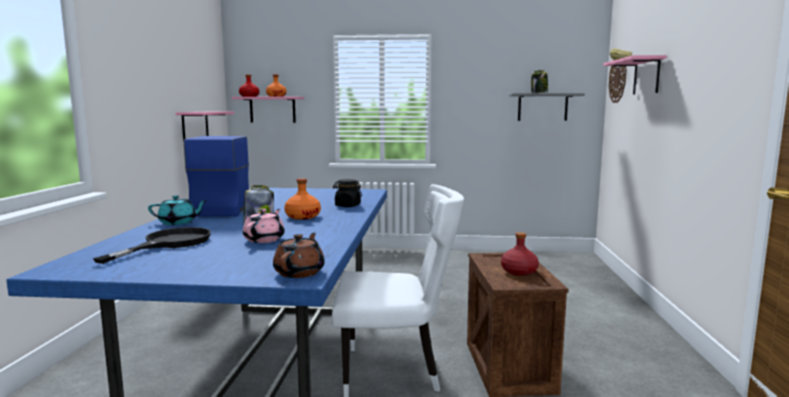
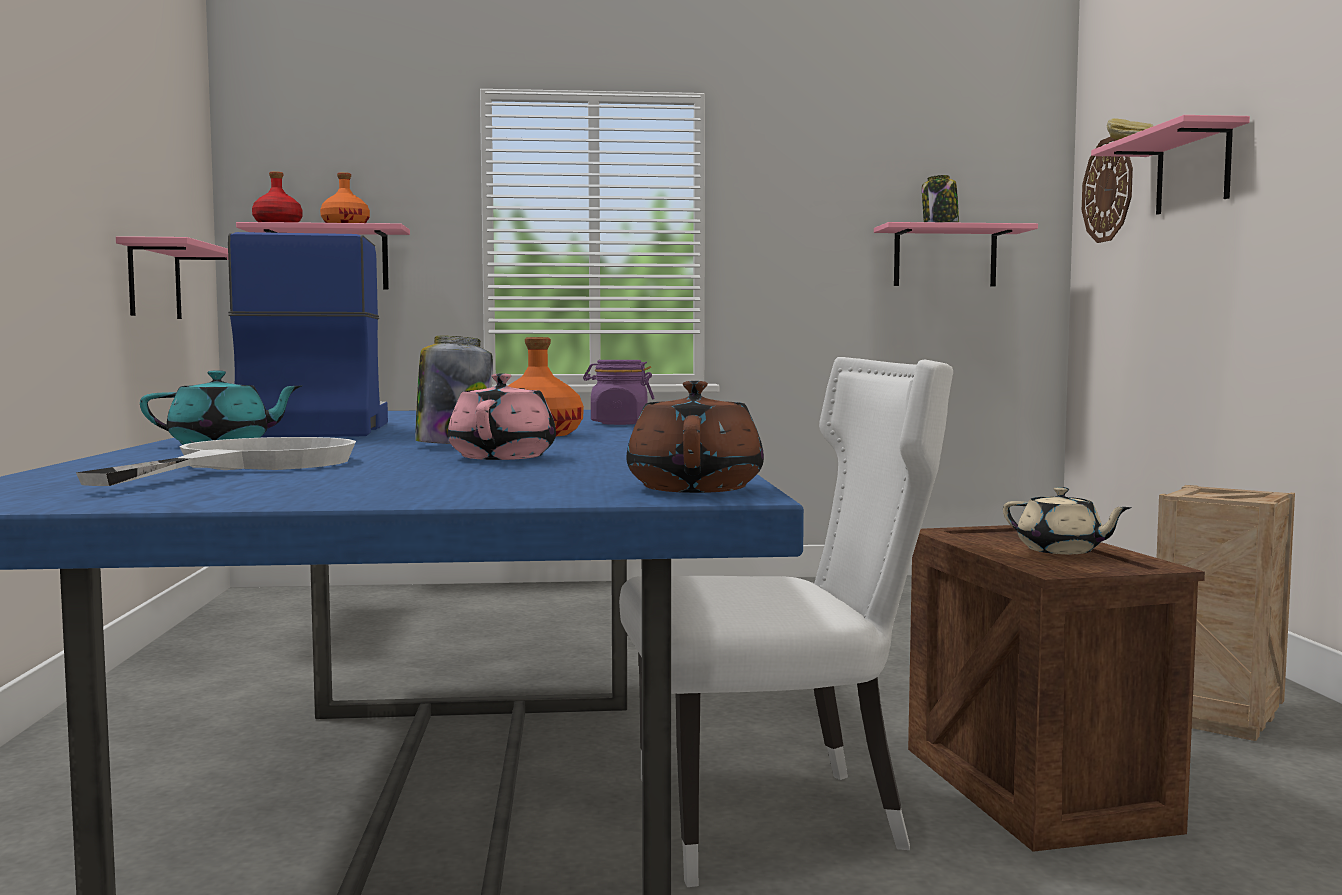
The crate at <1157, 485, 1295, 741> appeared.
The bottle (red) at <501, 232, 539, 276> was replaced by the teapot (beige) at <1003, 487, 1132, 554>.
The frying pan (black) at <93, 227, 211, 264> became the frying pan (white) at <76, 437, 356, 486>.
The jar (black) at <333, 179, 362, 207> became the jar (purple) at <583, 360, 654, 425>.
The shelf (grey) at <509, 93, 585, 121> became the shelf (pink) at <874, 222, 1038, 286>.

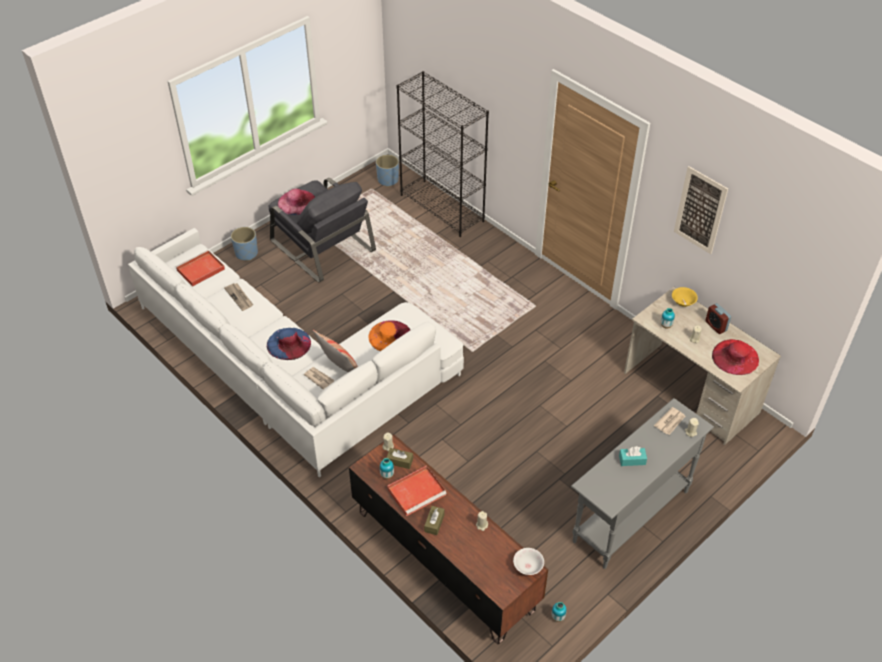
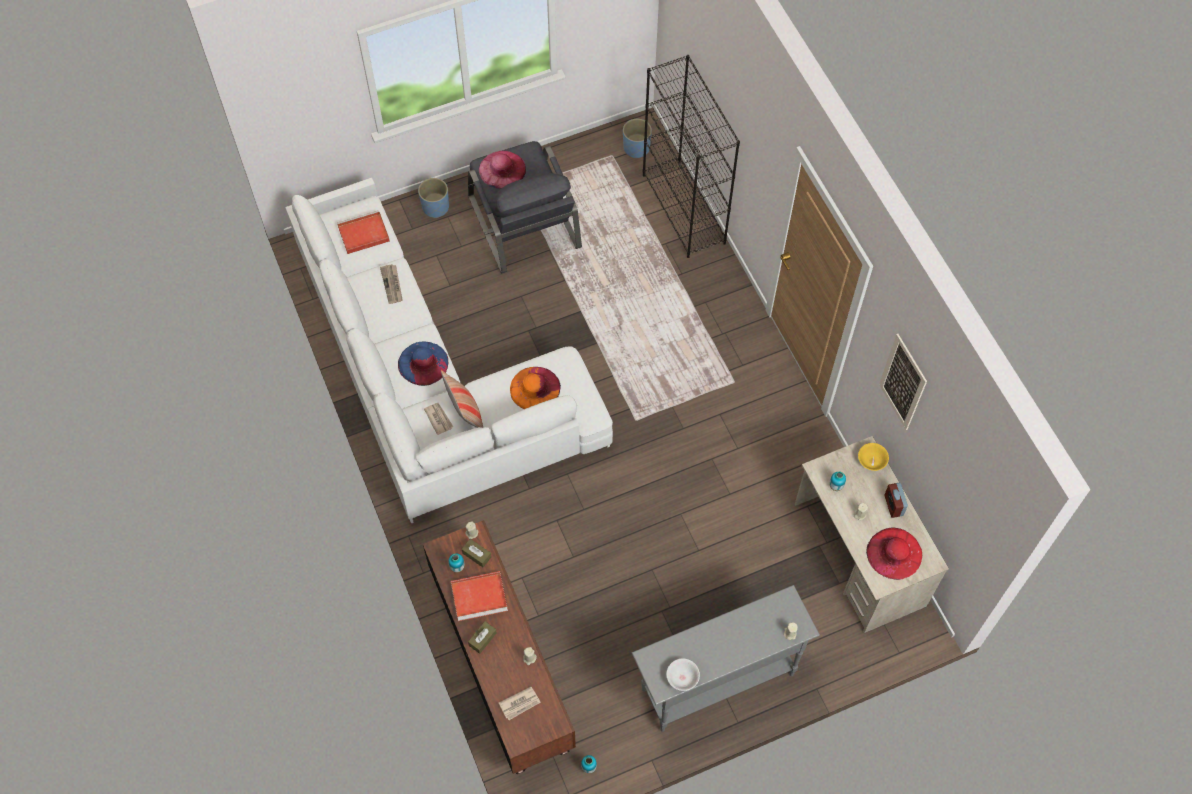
The tissue box (turquoise) at <619, 446, 647, 466> disappeared.
The bowl (white) moved from <513, 548, 544, 575> to <667, 659, 700, 691>.
The newspaper moved from <654, 407, 685, 435> to <499, 687, 541, 720>.

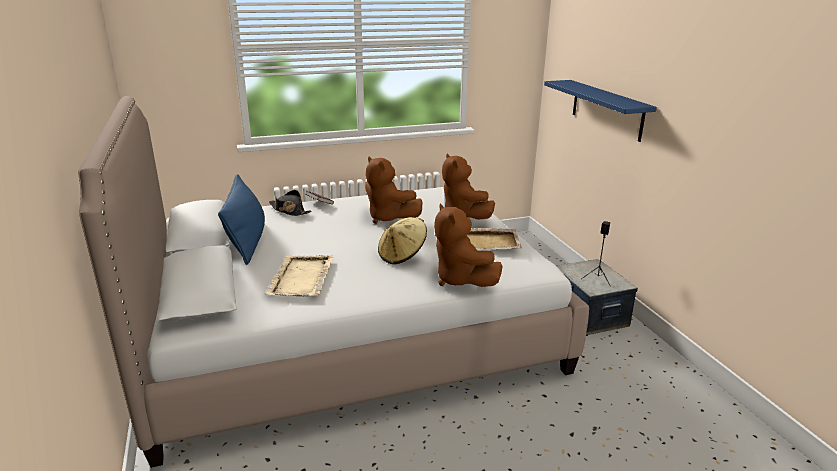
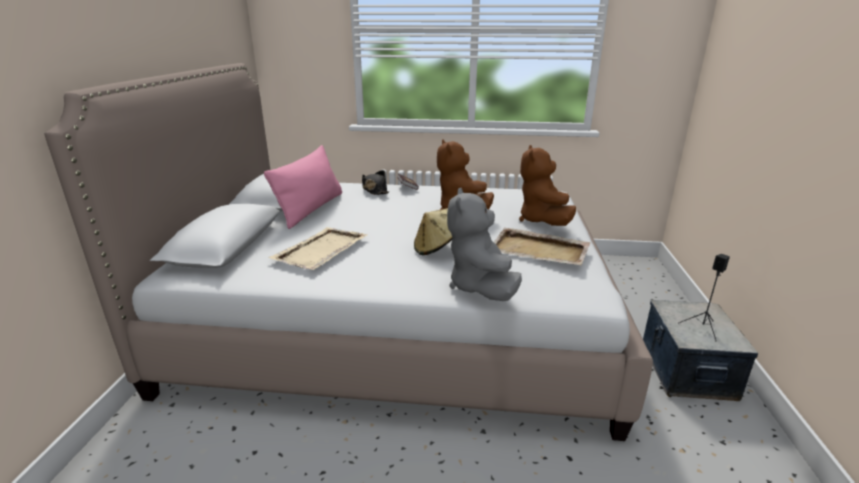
The shelf (blue) at <544, 80, 657, 142> disappeared.
The pillow (blue) at <218, 174, 265, 265> became the pillow (pink) at <264, 145, 342, 229>.
The plush toy (brown) at <434, 203, 503, 287> became the plush toy (grey) at <447, 188, 522, 301>.

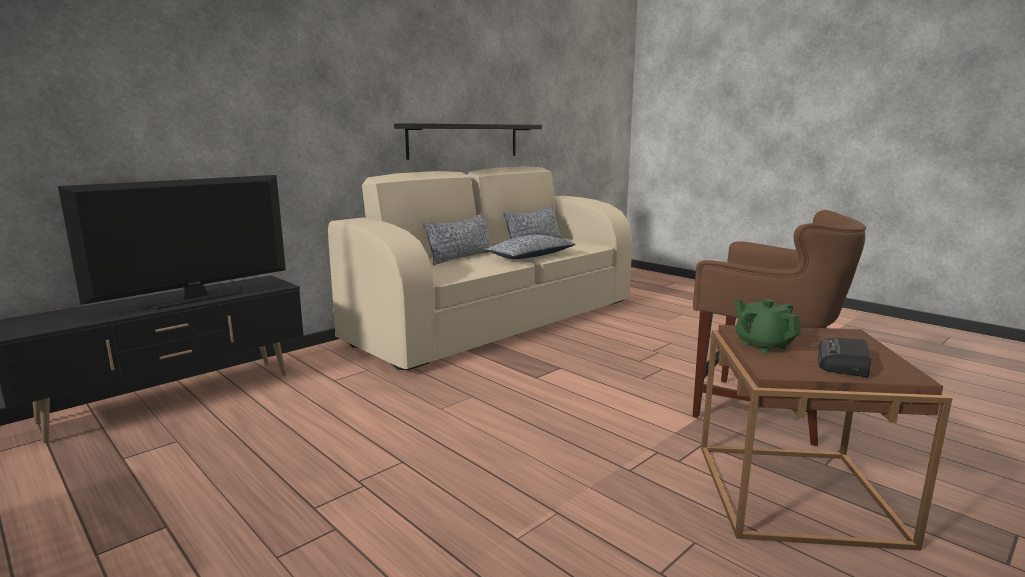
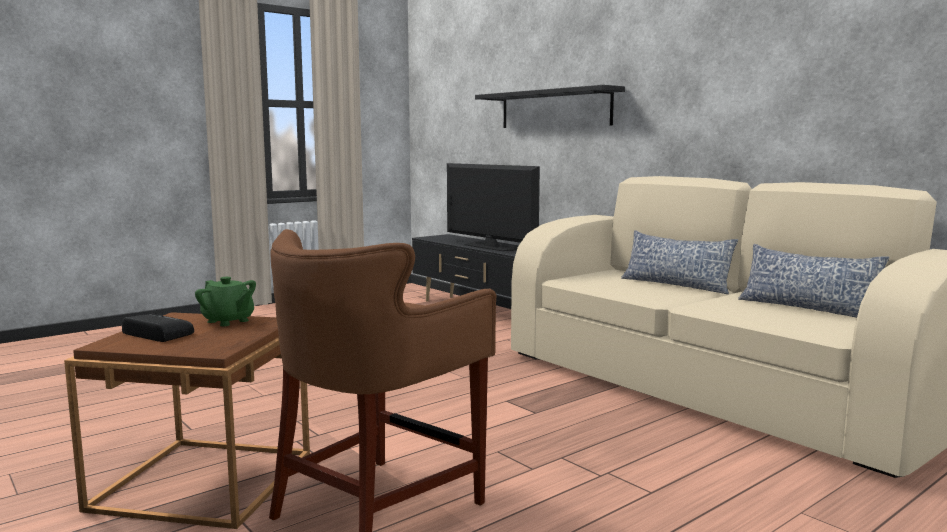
The pillow at <483, 235, 576, 259> disappeared.
The shelf (black) moved from <394, 123, 542, 160> to <475, 85, 625, 128>.
The teapot (green) at <735, 299, 801, 353> turned 60 degrees clockwise.

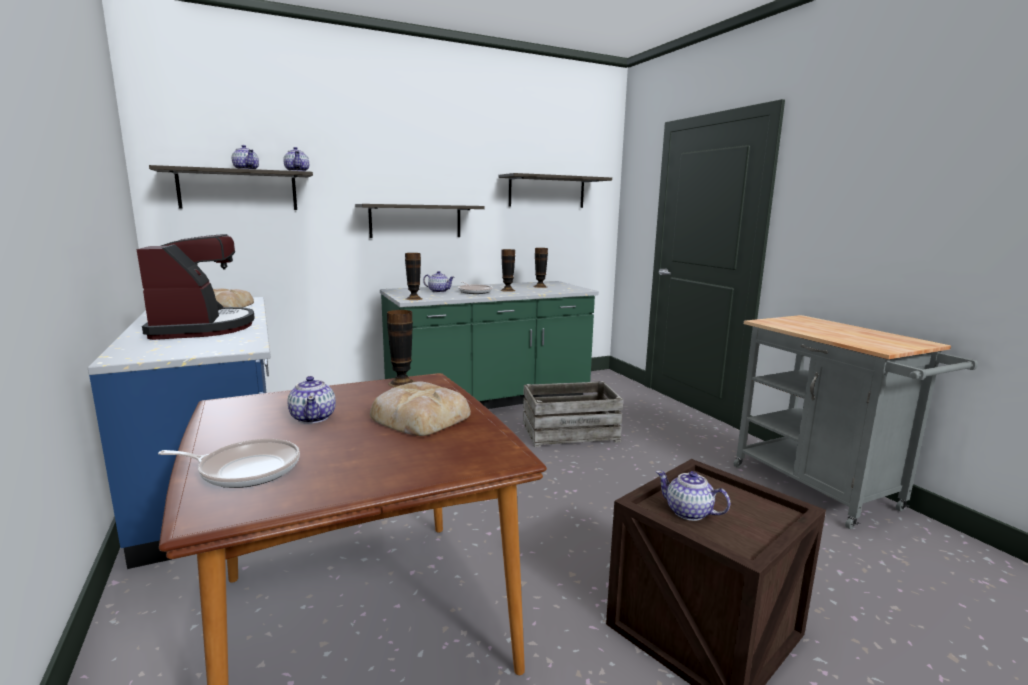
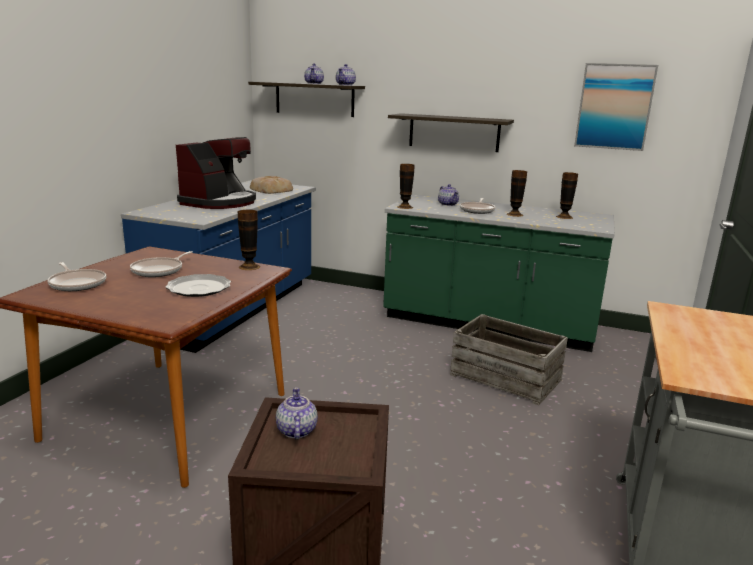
The teapot at <288, 376, 336, 424> was replaced by the frying pan at <130, 251, 193, 277>.
The bread at <370, 381, 471, 436> was replaced by the plate at <166, 274, 231, 297>.
The shelf at <499, 173, 612, 208> was replaced by the picture at <574, 63, 658, 151>.

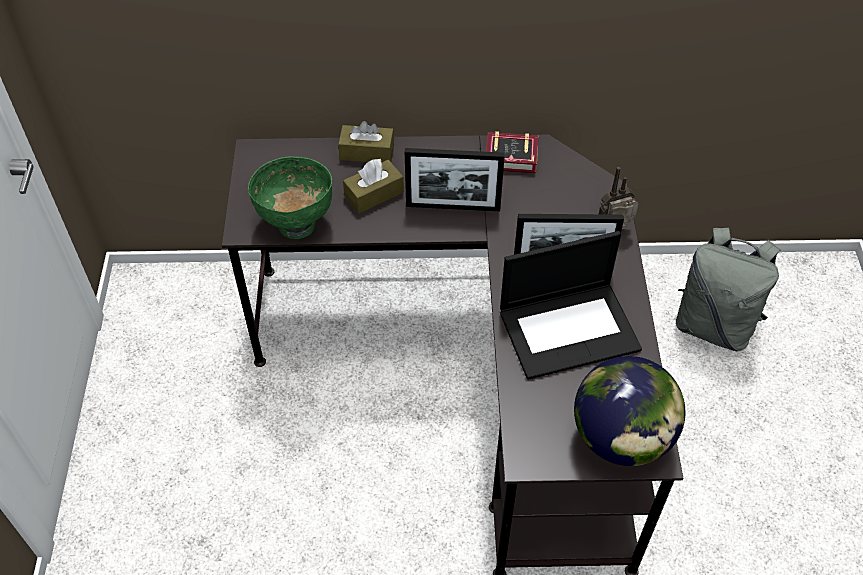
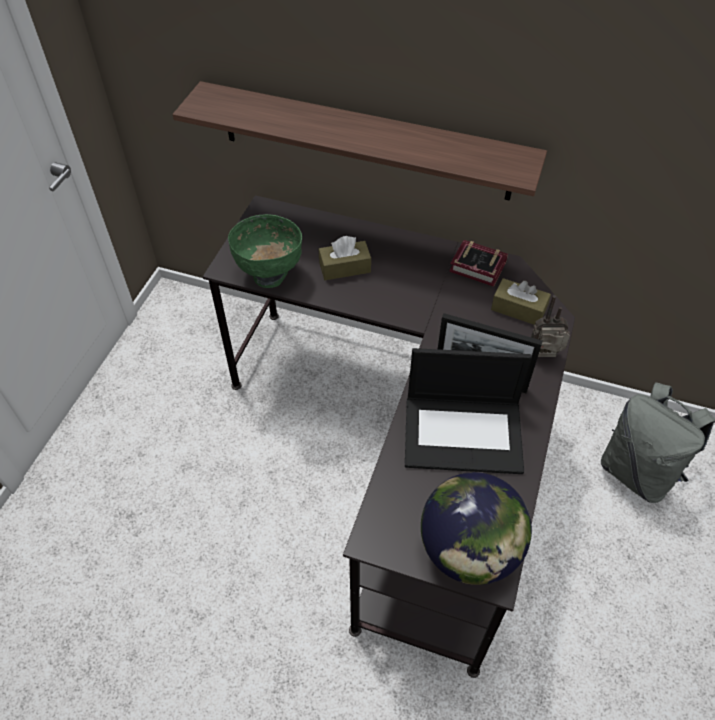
The picture frame at <405, 148, 505, 211> disappeared.
The shelf at <173, 81, 547, 201> appeared.
The tissue box (brown) moved from <338, 121, 394, 163> to <491, 278, 551, 325>.

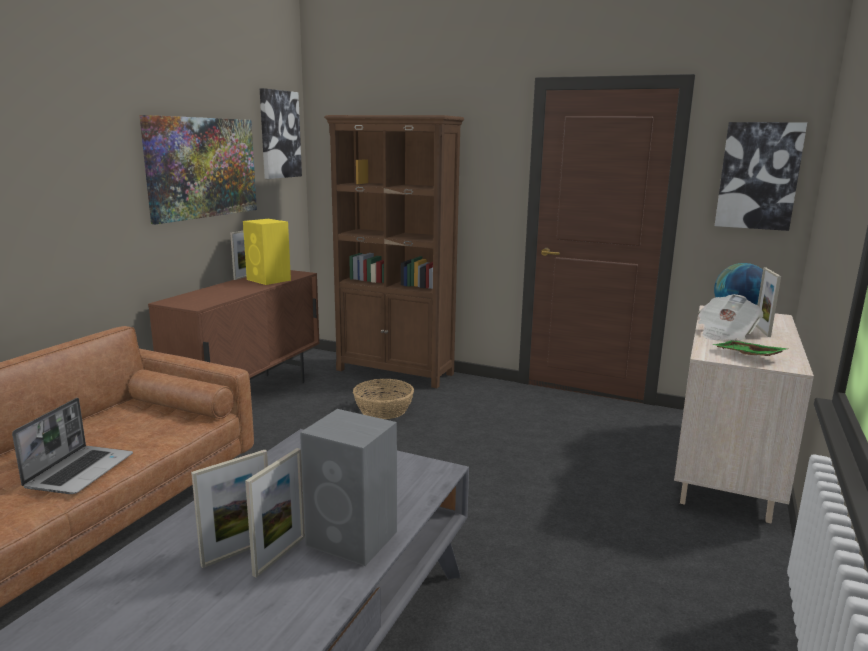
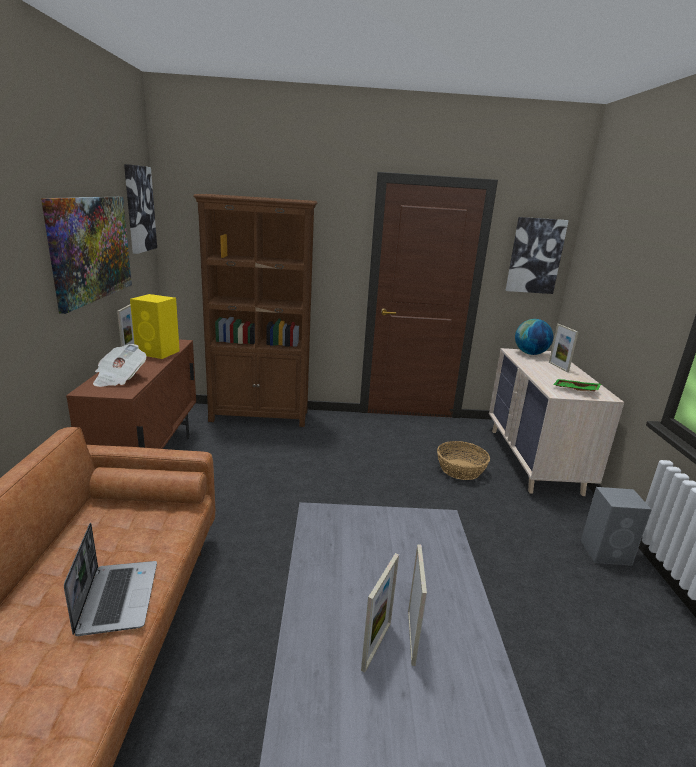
The speaker (grey) moved from <300, 409, 397, 566> to <581, 487, 652, 566>.
The basket moved from <353, 379, 414, 419> to <437, 441, 490, 480>.
The newspaper moved from <698, 294, 764, 340> to <93, 344, 146, 387>.

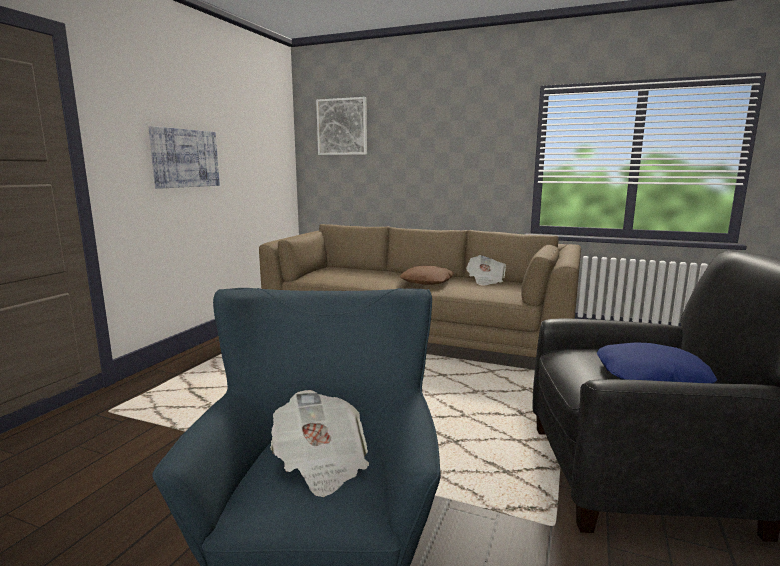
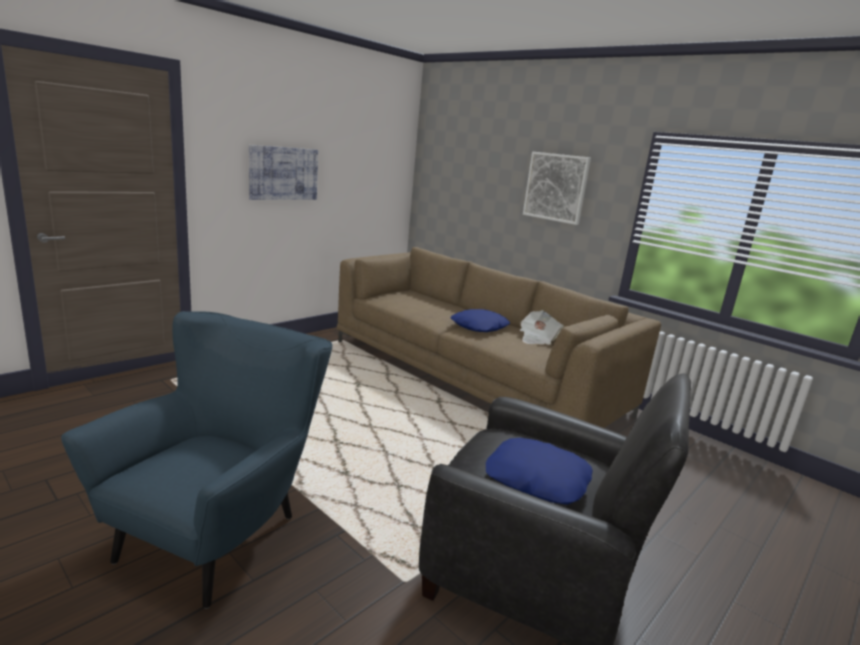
The newspaper at <270, 390, 369, 497> disappeared.
The picture moved from <316, 97, 367, 155> to <523, 152, 591, 225>.
The pillow (brown) at <400, 266, 454, 285> became the pillow (blue) at <450, 309, 510, 332>.

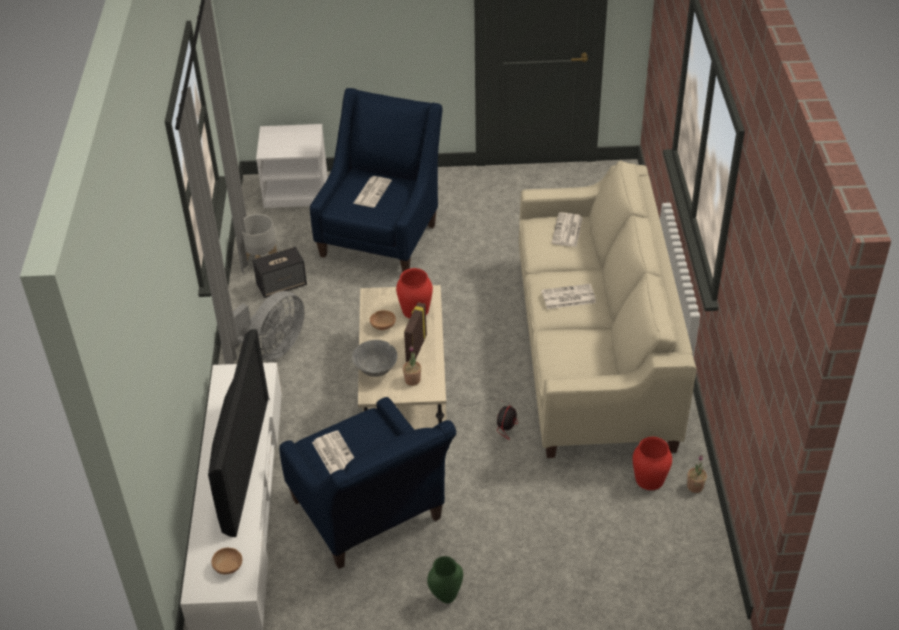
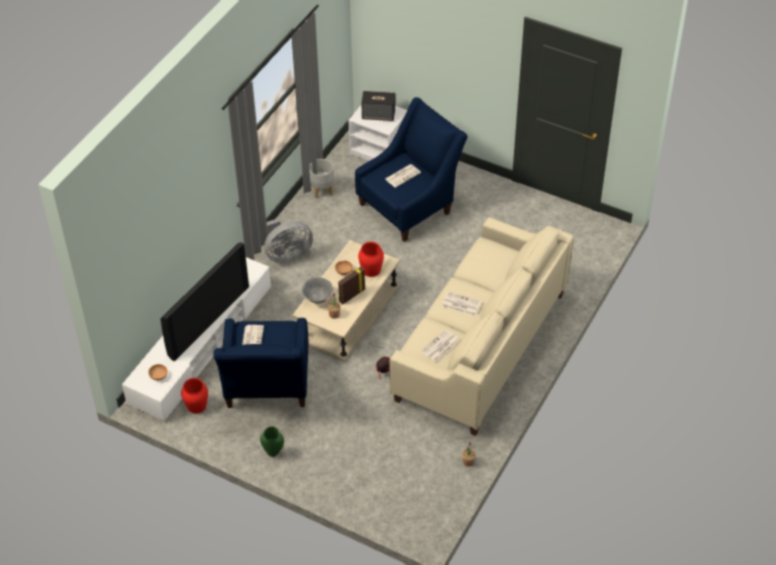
The speaker moved from <253, 247, 307, 298> to <361, 91, 395, 121>.
The newspaper moved from <552, 212, 583, 247> to <421, 330, 460, 362>.
The vase (red) moved from <633, 437, 672, 490> to <181, 378, 208, 414>.

